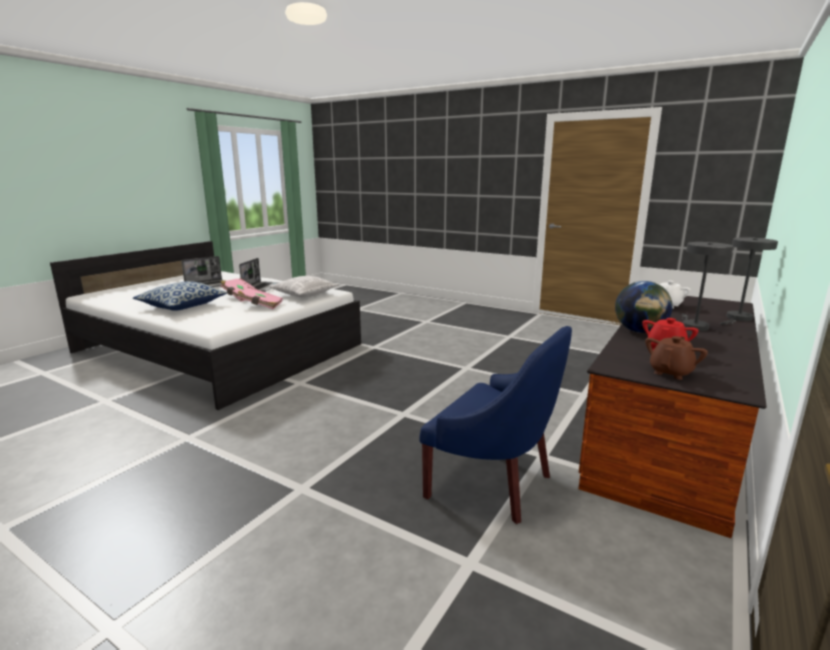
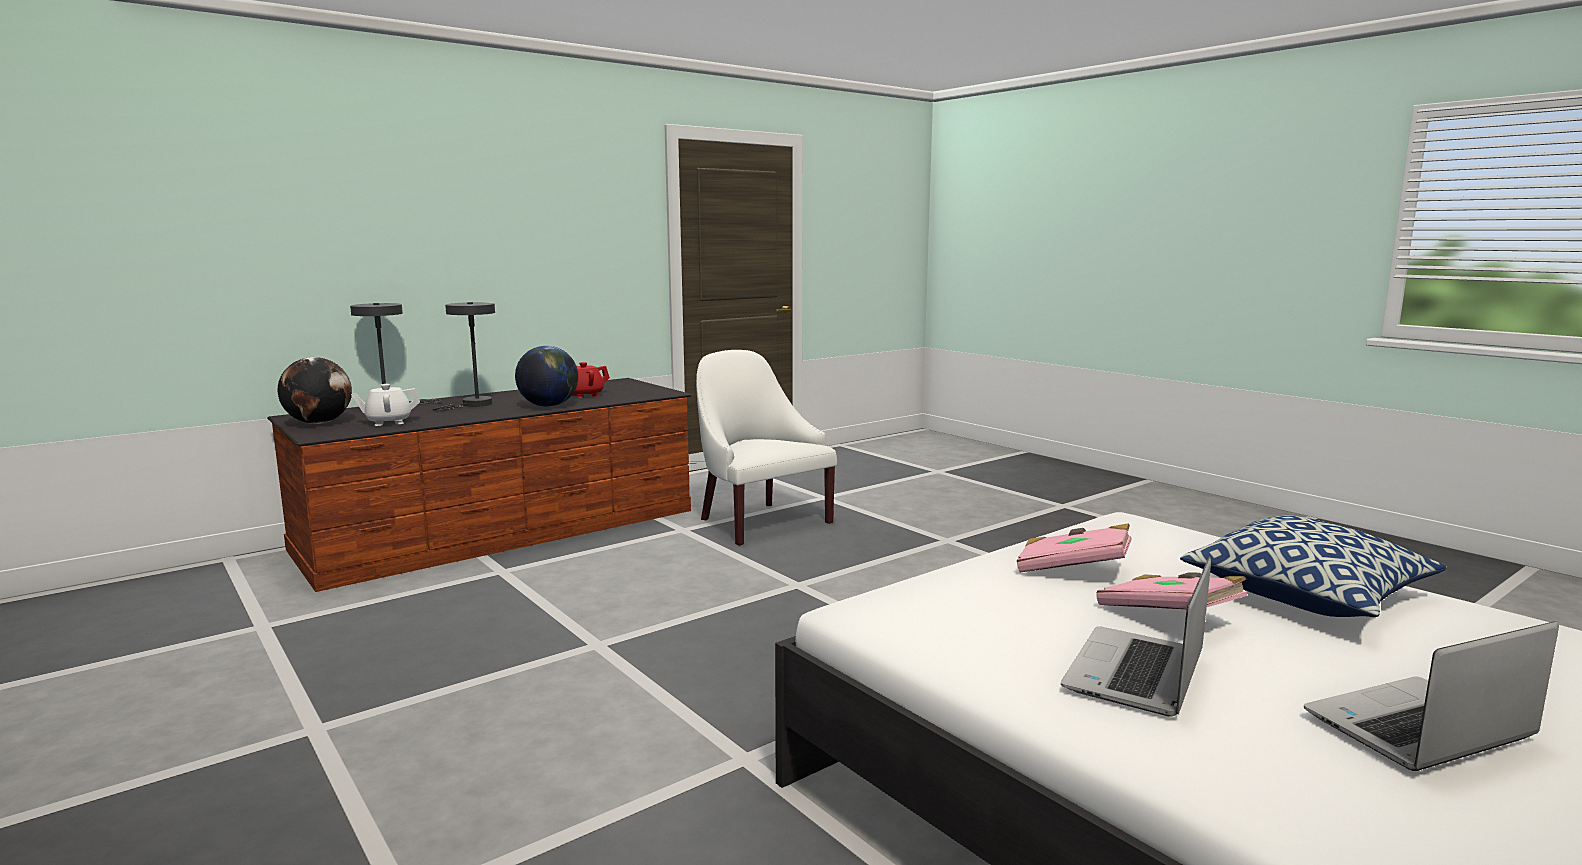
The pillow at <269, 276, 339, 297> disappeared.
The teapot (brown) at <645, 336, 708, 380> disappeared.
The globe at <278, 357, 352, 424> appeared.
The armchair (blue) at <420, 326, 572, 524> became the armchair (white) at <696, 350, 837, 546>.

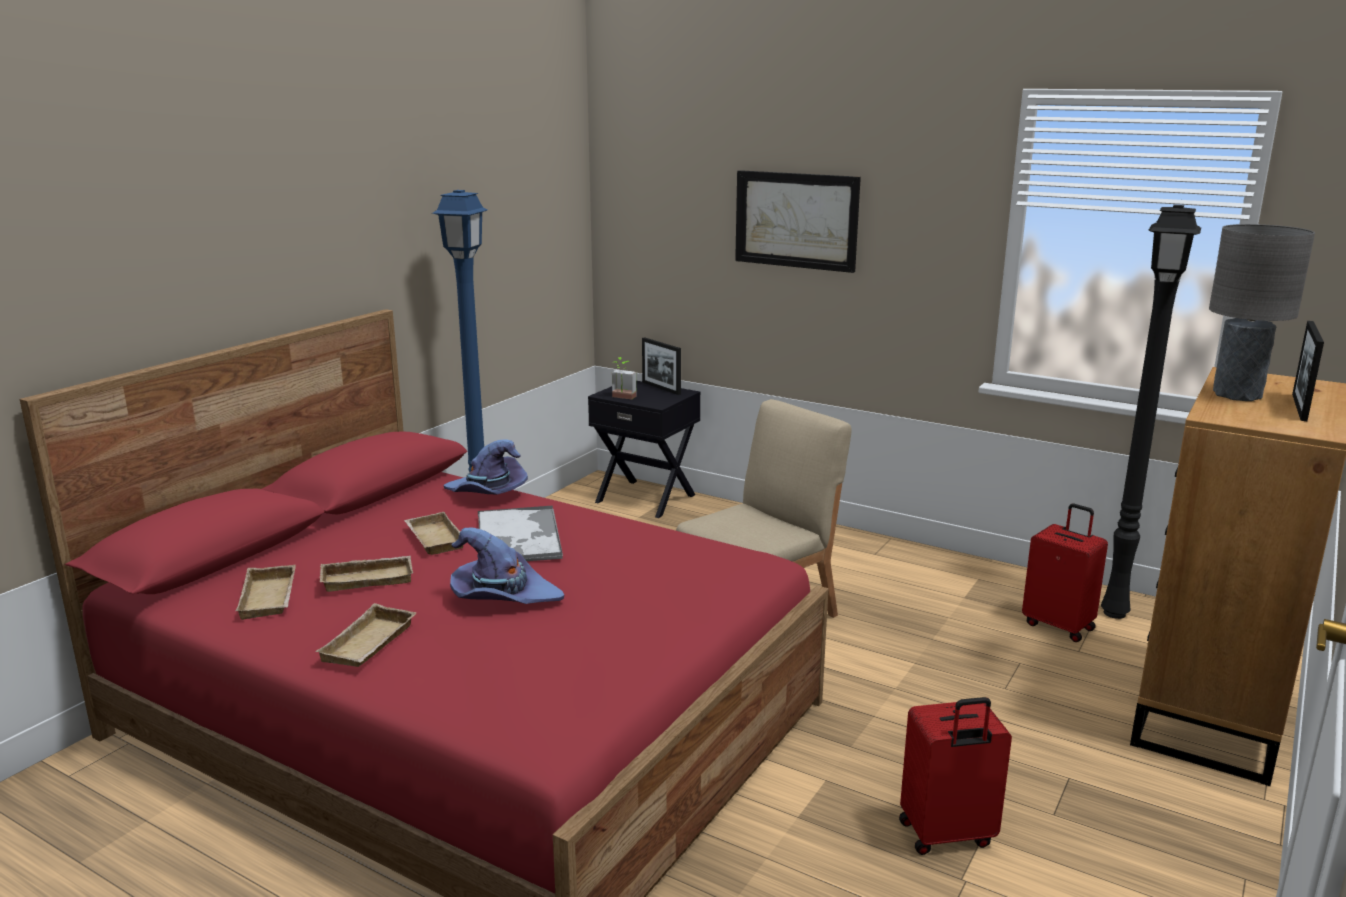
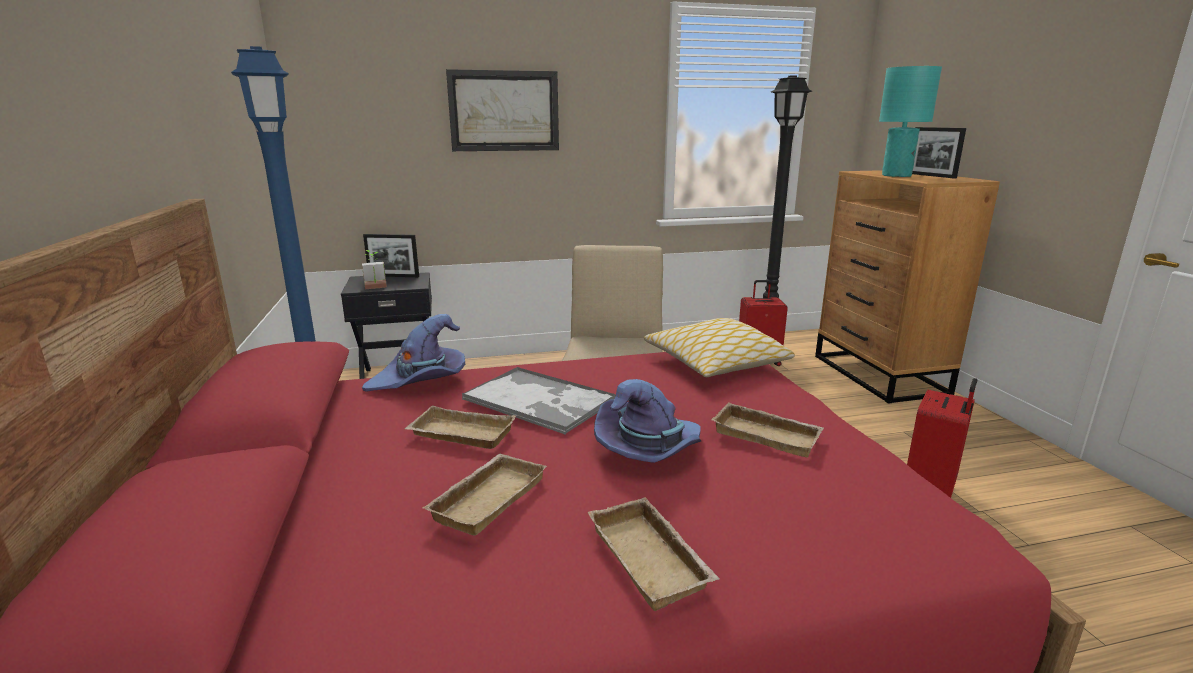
The pillow at <644, 318, 795, 377> appeared.
The tray (beige) moved from <236, 565, 296, 620> to <711, 402, 824, 457>.
The table lamp (grey) at <1209, 224, 1315, 401> became the table lamp (turquoise) at <879, 66, 942, 177>.

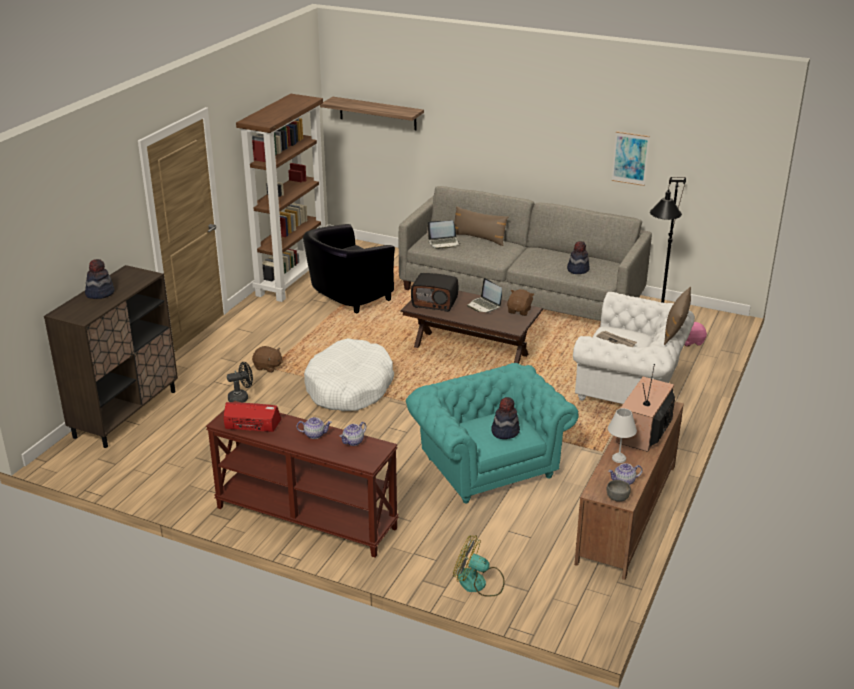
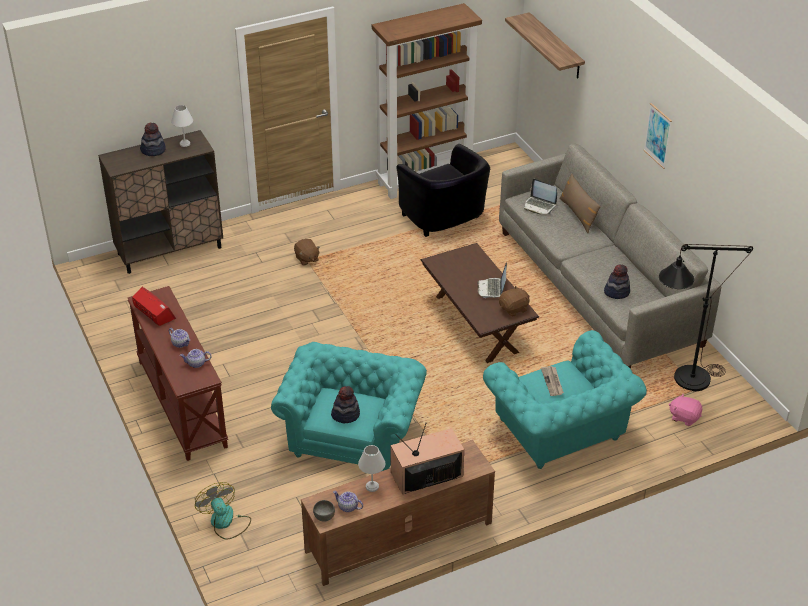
The fan (black) at <227, 362, 253, 403> disappeared.
The dog bed (white) at <304, 338, 394, 411> disappeared.
The radio at <411, 273, 458, 312> disappeared.
The pillow (brown) at <664, 287, 691, 345> disappeared.
The table lamp (white) at <171, 105, 193, 147> appeared.
The picture moved from <612, 131, 650, 186> to <643, 103, 672, 169>.
The armchair (white) at <573, 292, 695, 404> became the armchair (turquoise) at <483, 330, 647, 469>.
The armchair (black) at <303, 224, 395, 314> turned 120 degrees counterclockwise.

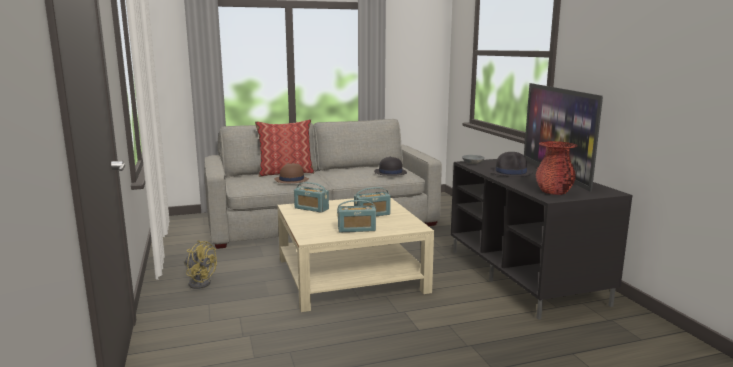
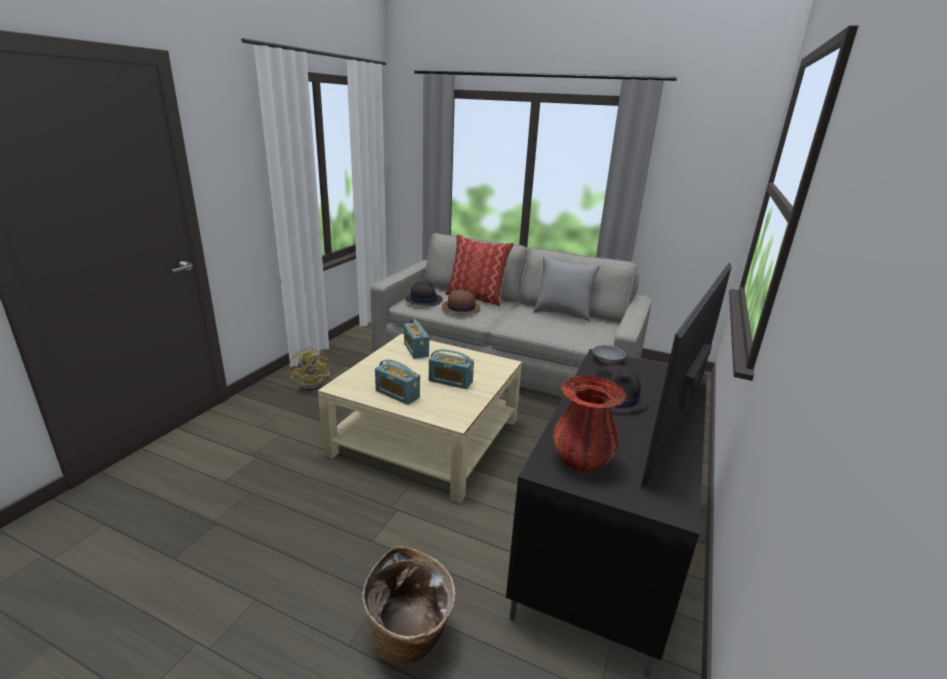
The basket at <362, 546, 456, 665> appeared.
The pillow (grey) at <534, 256, 600, 322> appeared.
The hat (black) moved from <374, 157, 407, 176> to <405, 281, 443, 306>.

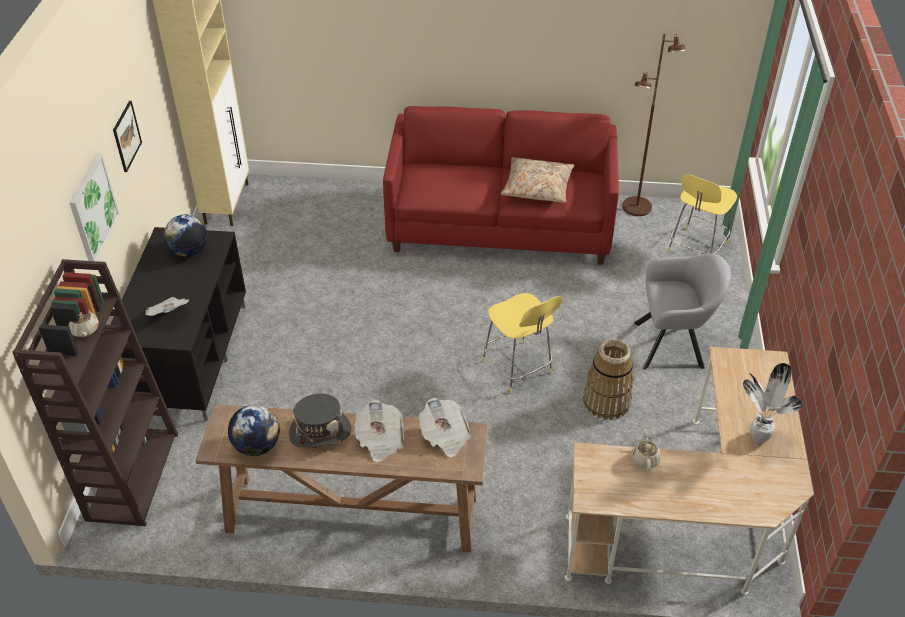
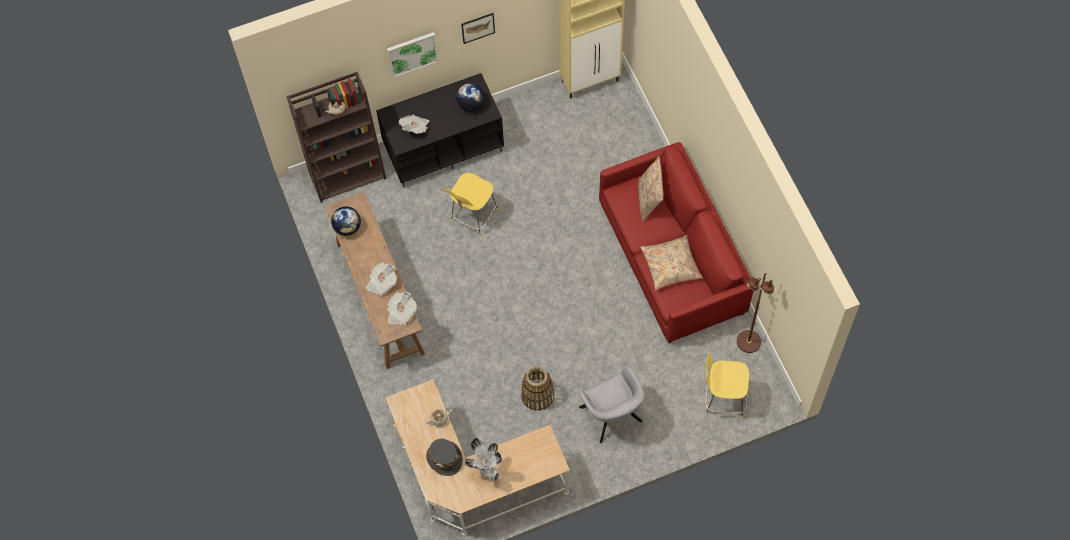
The pillow (beige) at <638, 156, 664, 222> appeared.
The hat (grey) moved from <289, 394, 352, 449> to <426, 438, 463, 476>.
The stool (yellow) moved from <482, 293, 562, 393> to <445, 173, 498, 236>.

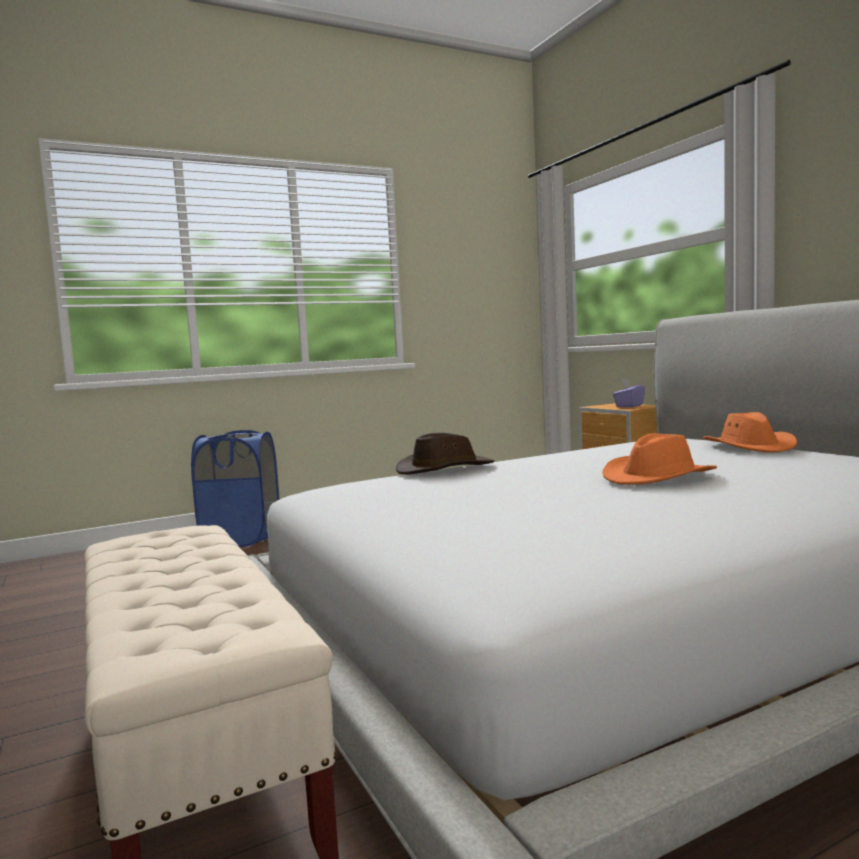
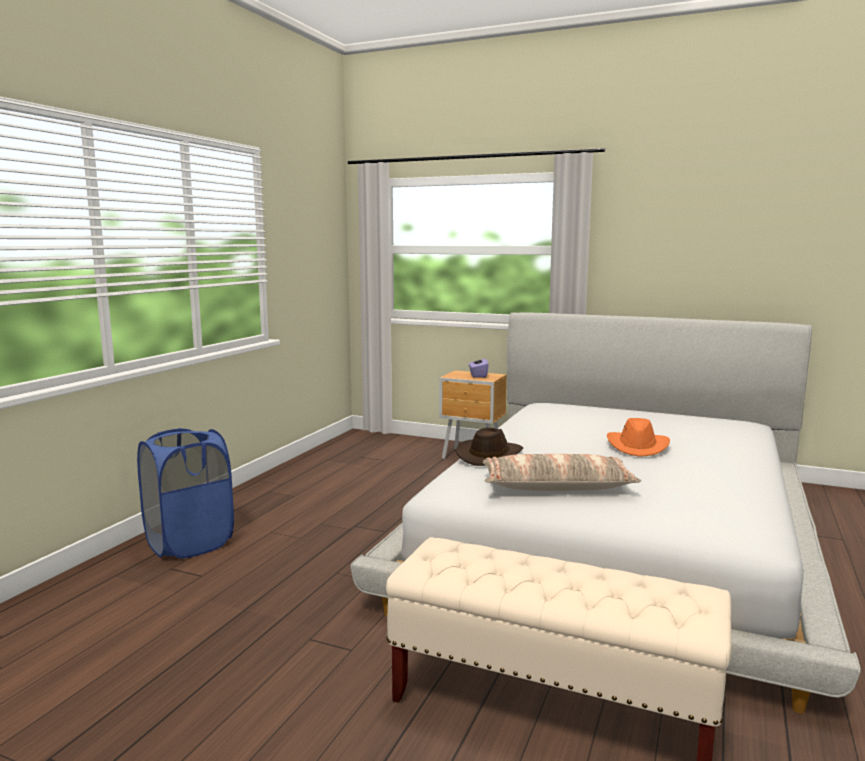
The hat (orange) at <703, 412, 797, 452> disappeared.
The pillow at <483, 454, 641, 491> appeared.

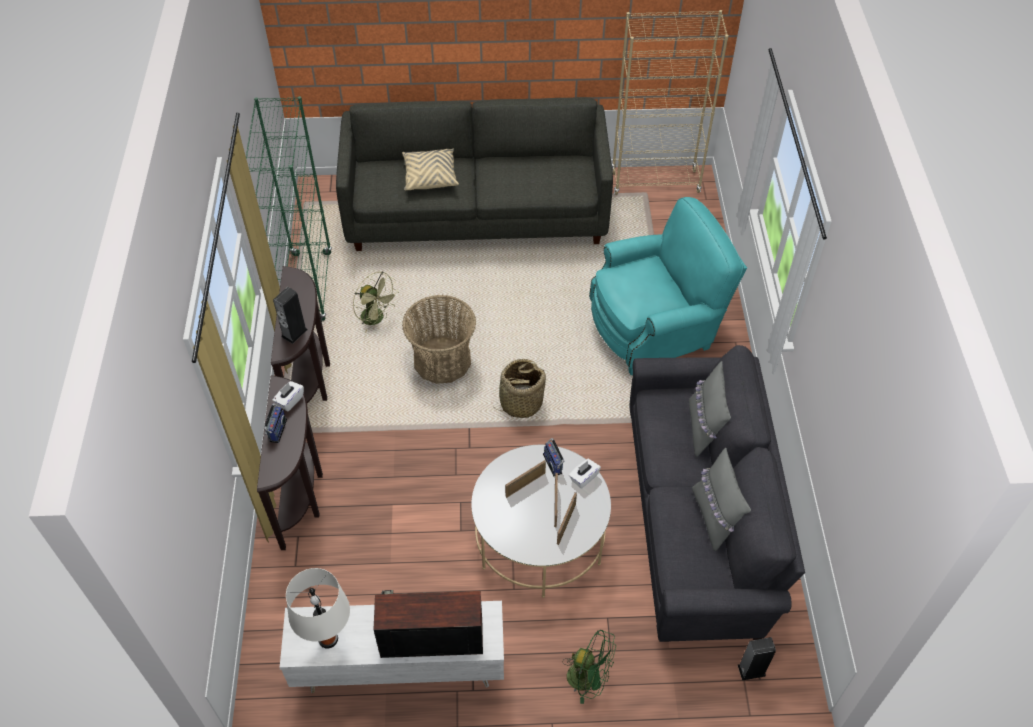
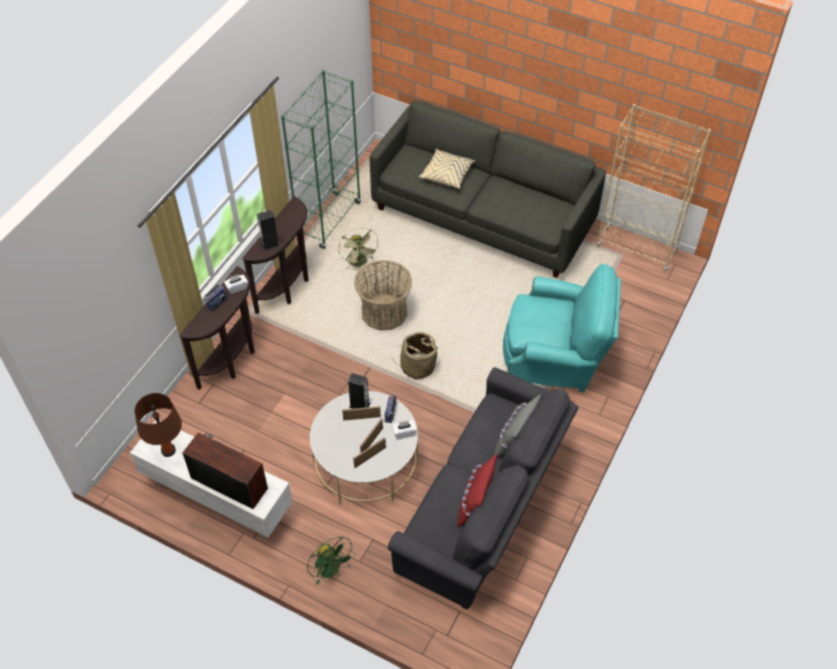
The speaker moved from <738, 637, 776, 681> to <348, 373, 370, 409>.
The table lamp (white) at <286, 568, 350, 648> became the table lamp (brown) at <135, 393, 182, 457>.
The pillow (grey) at <692, 448, 751, 552> became the pillow (red) at <457, 455, 497, 527>.

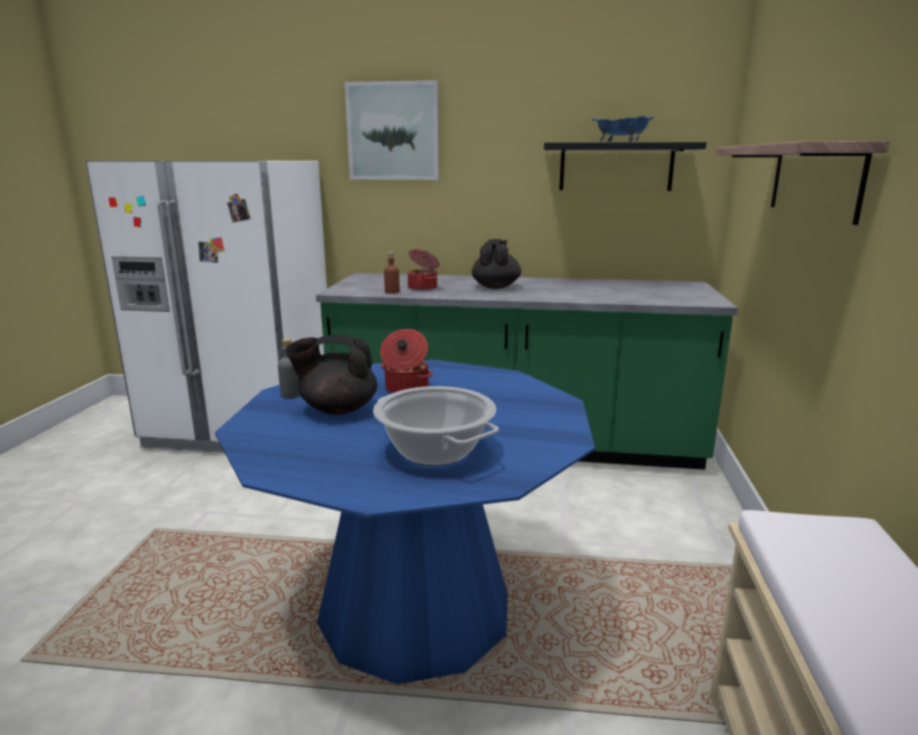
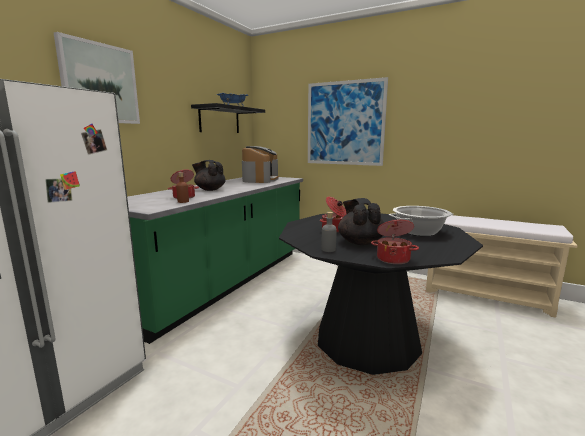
The coffee machine at <242, 146, 279, 183> appeared.
The cooking pot at <371, 219, 419, 264> appeared.
The shelf at <715, 141, 889, 225> was replaced by the picture at <308, 77, 388, 166>.
The dining table (blue) at <215, 360, 595, 684> became the dining table (black) at <279, 213, 483, 375>.
The teapot (black) at <285, 335, 378, 415> turned 150 degrees clockwise.

